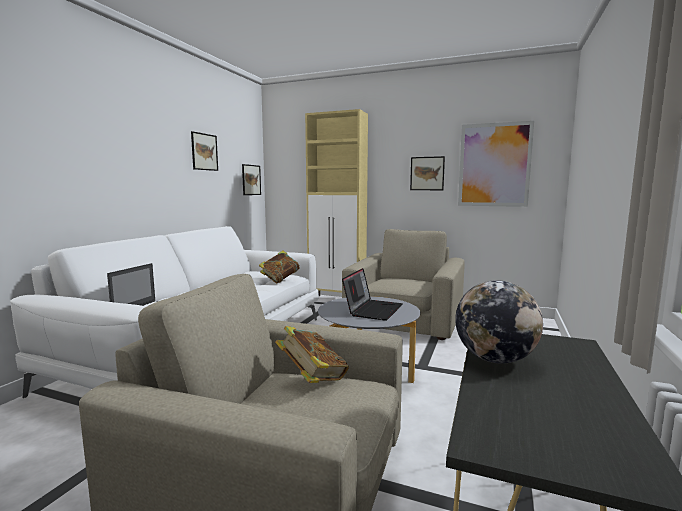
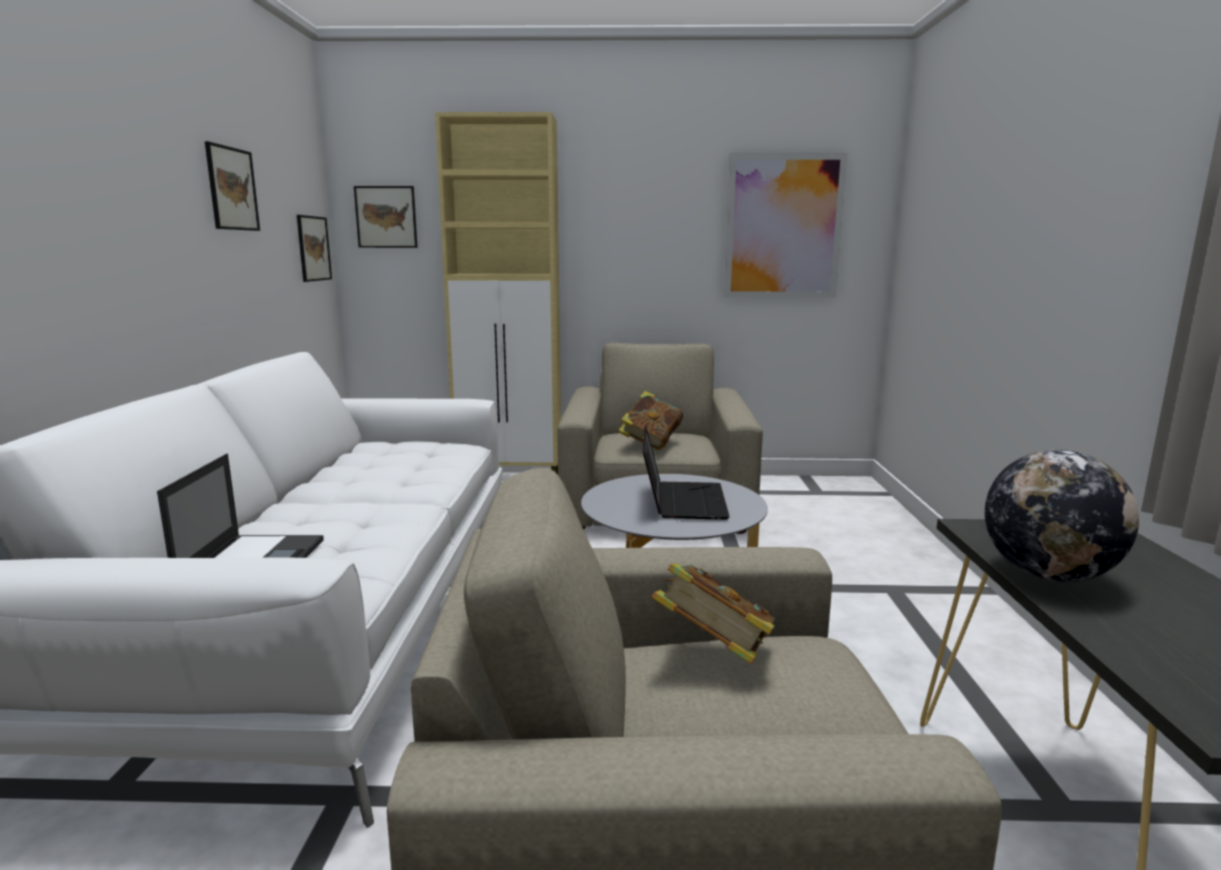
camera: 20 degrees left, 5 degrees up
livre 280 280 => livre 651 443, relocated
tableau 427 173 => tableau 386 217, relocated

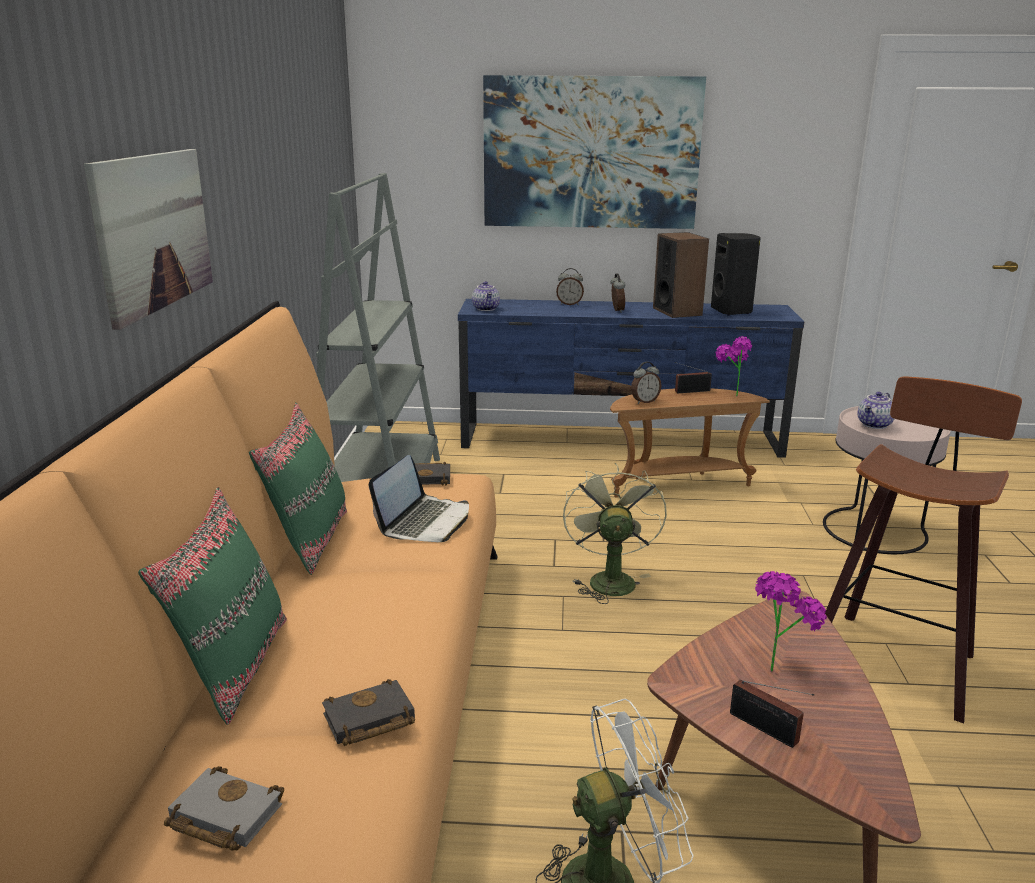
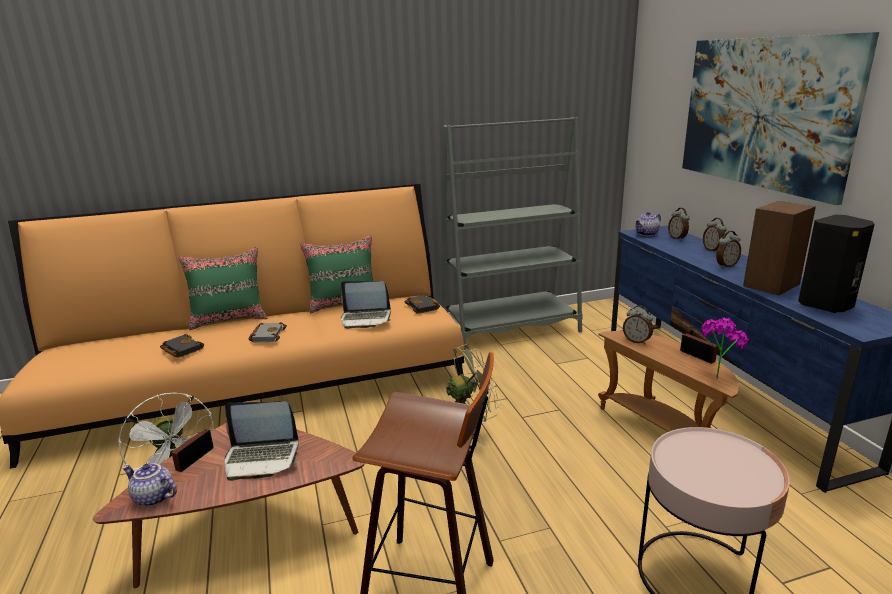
camera: 70 degrees right, 0 degrees up
tableau 154 231 => nothing
nothing => réveil 677 238
livre [gris] 221 816 => livre [gris] 267 335, relocated
théière 875 425 => théière 152 498, relocated
plante en pot 776 664 => ordinateur portable 262 458

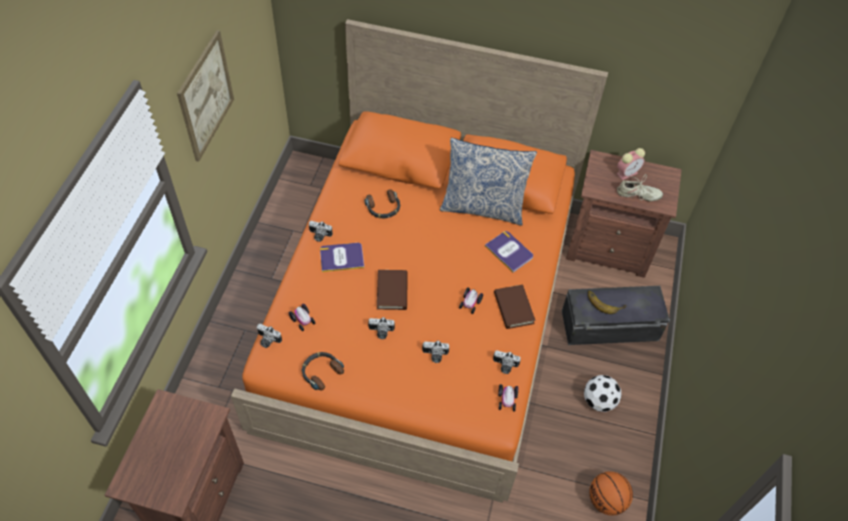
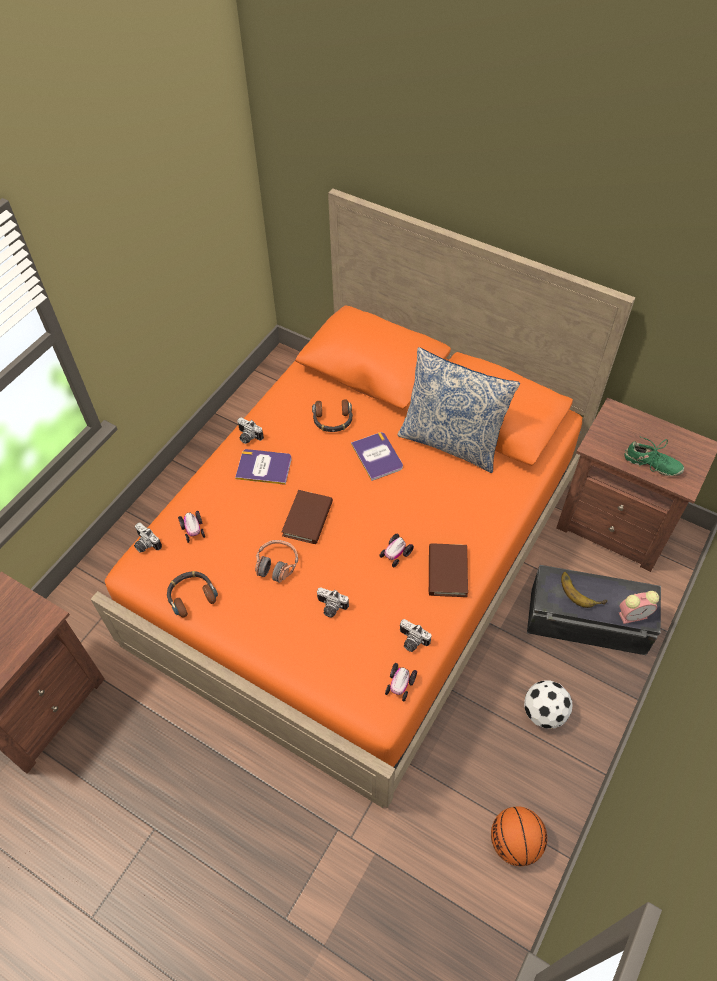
camera: 20 degrees right, 0 degrees up
tableau 206 96 => nothing
livre 509 251 => livre 377 456, relocated
réveil 627 173 => réveil 633 615, relocated
appareil photo 381 332 => casque audio 277 564
chaussure [beige] 638 195 => chaussure [vert] 651 464

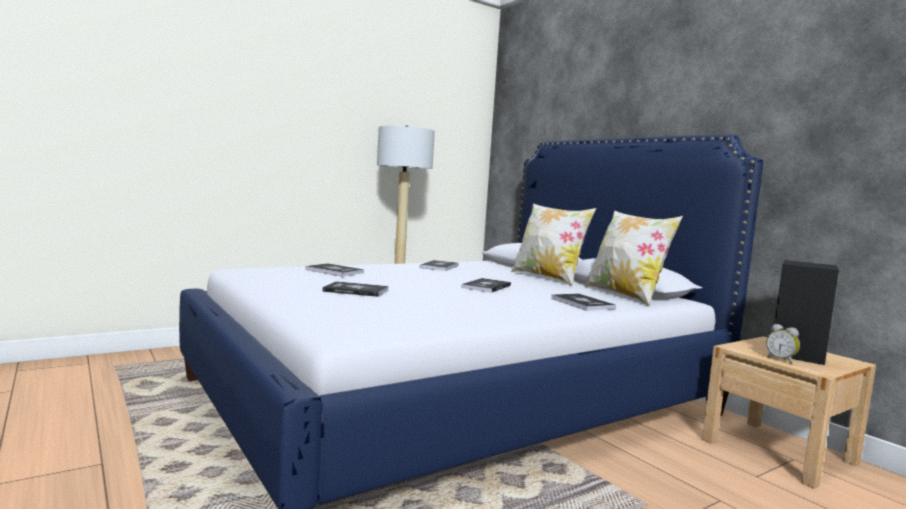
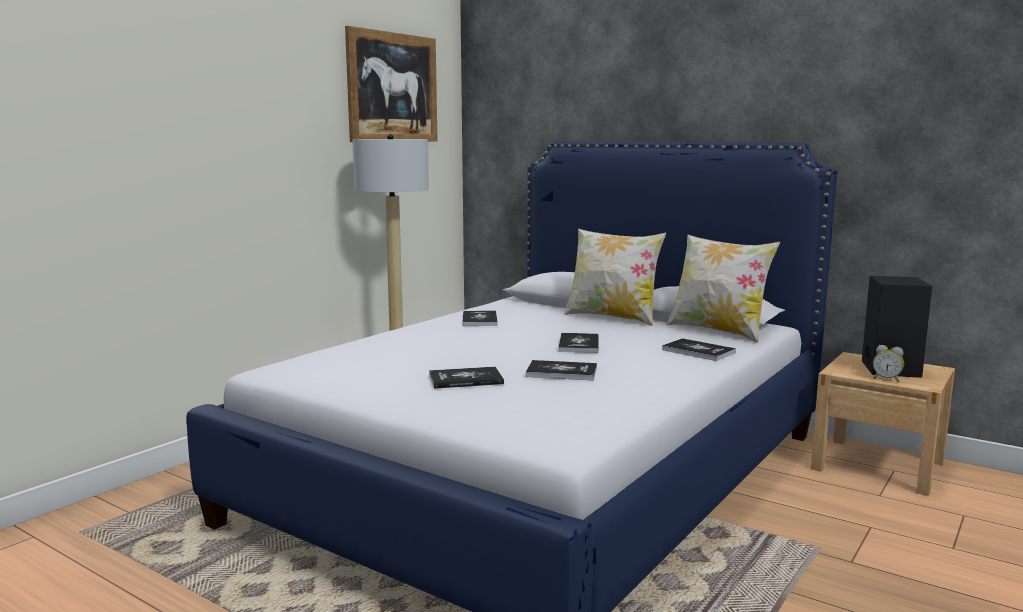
camera: 20 degrees left, 5 degrees up
nothing => tableau 393 88
livre 334 271 => livre 561 372, relocated

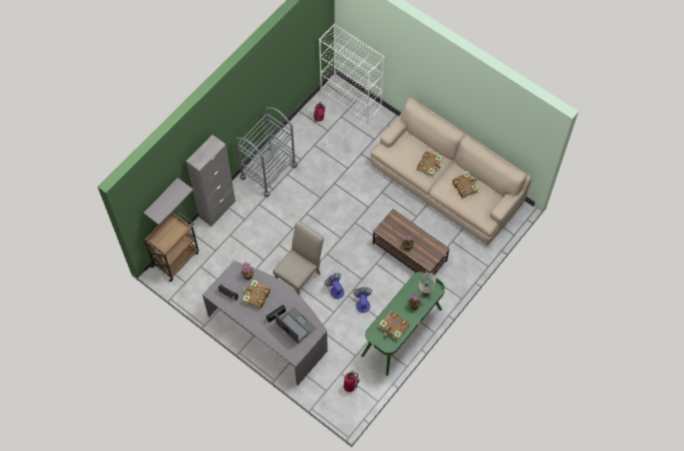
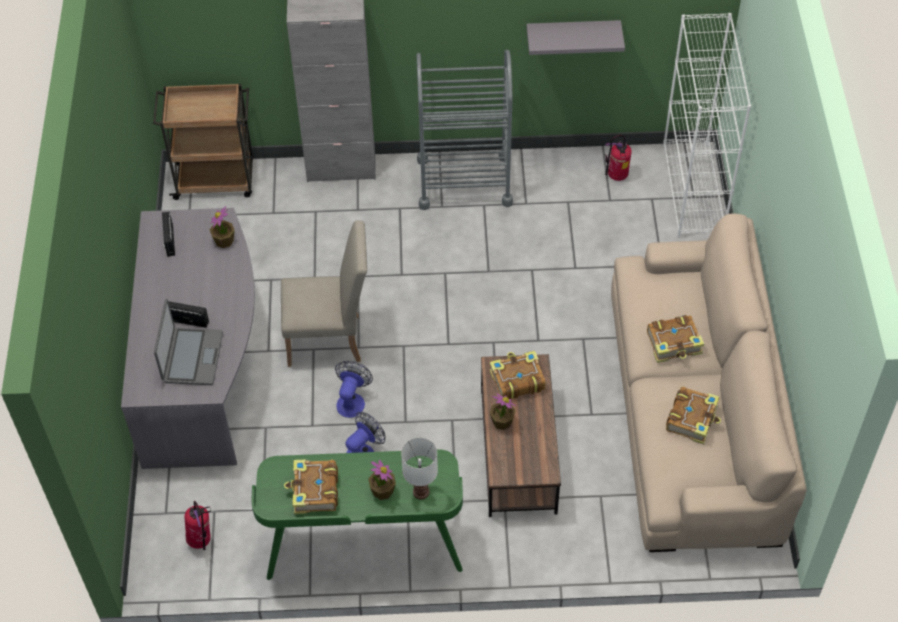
camera: 50 degrees right, 10 degrees down
étagère [gris] 161 199 => étagère [gris] 572 34, relocated
livre 256 296 => livre 516 380, relocated

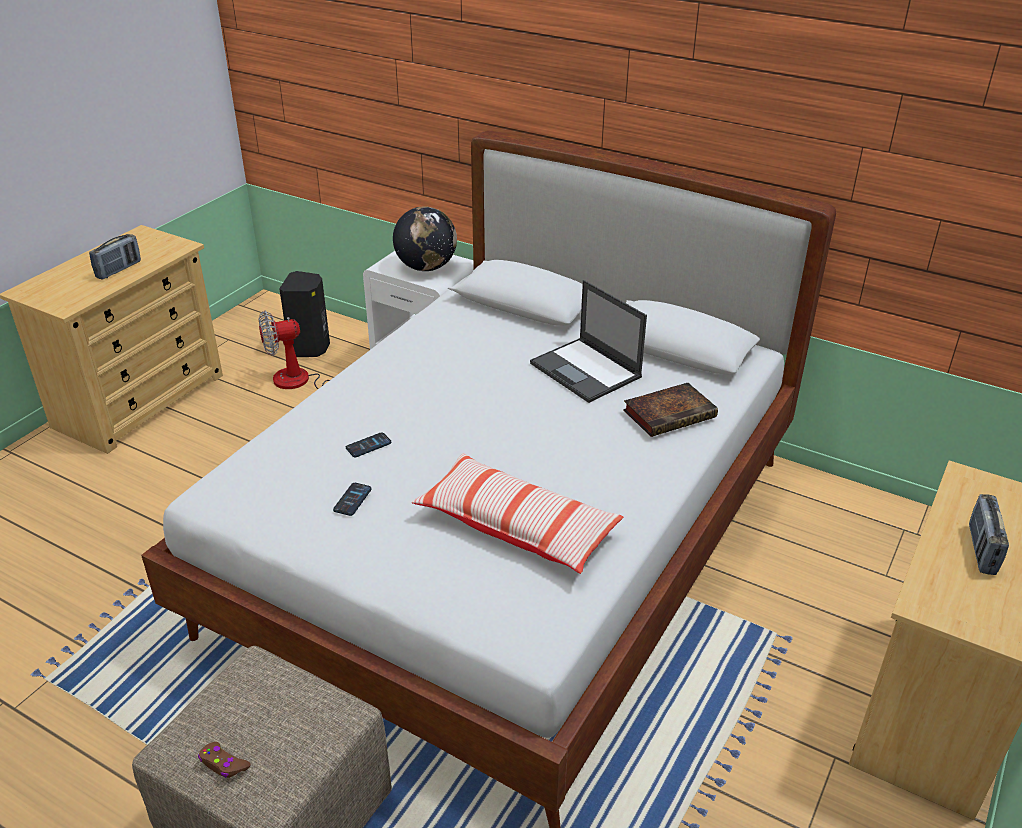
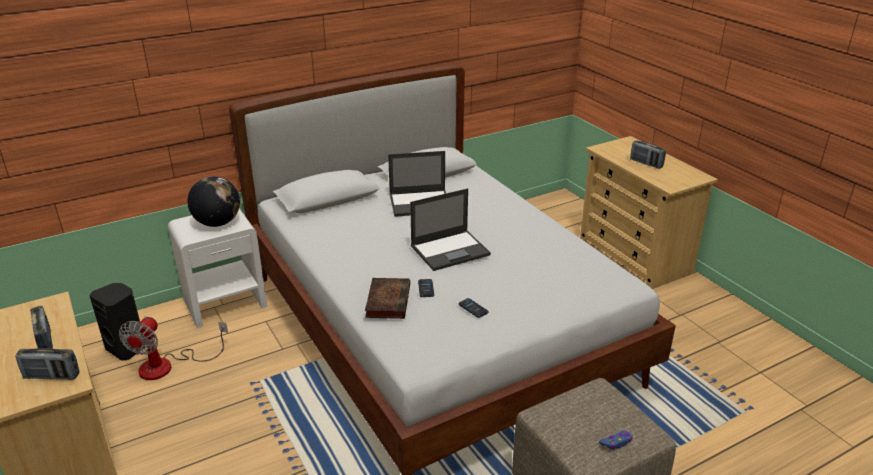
camera: 60 degrees left, 5 degrees down
coussin 517 526 => nothing
nothing => radio 52 376
nothing => ordinateur portable 451 250
livre 670 413 => livre 387 300, relocated
manette [marron] 223 764 => manette [bleu] 616 443

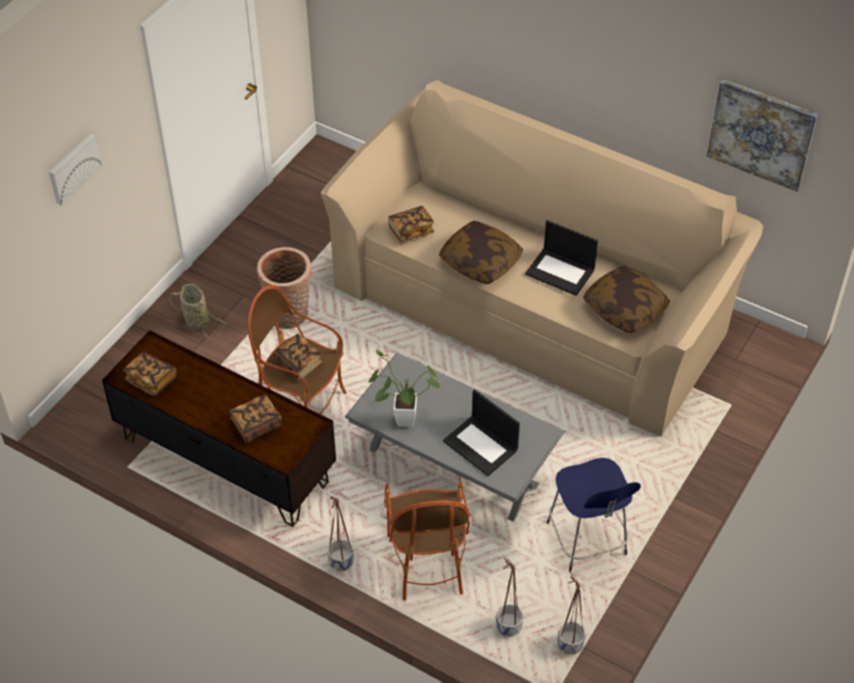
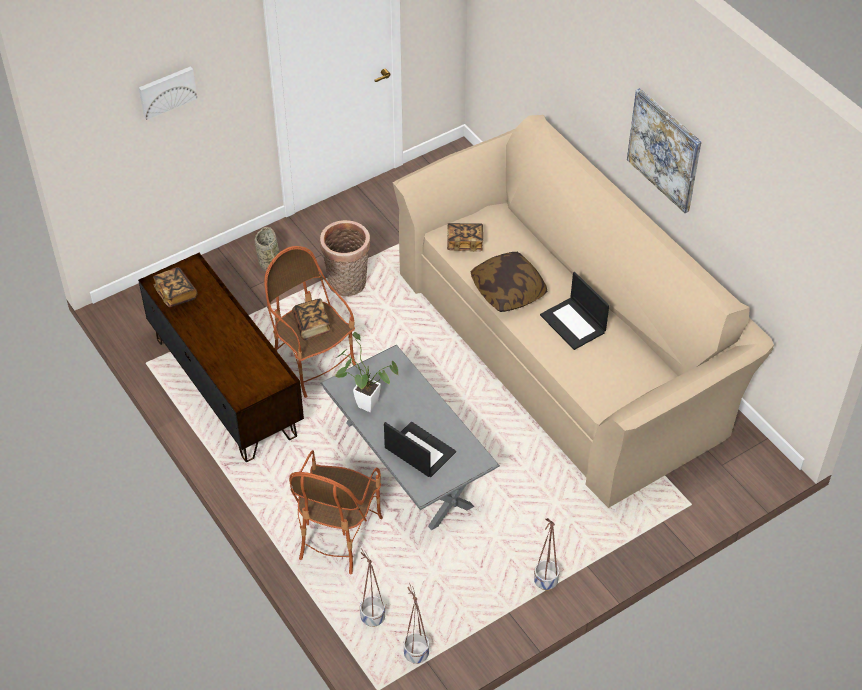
camera: 25 degrees right, 0 degrees up
livre 256 425 => nothing
tabouret [bleu] 587 541 => nothing
coussin 625 309 => nothing
cache-pot 341 563 => cache-pot 545 582, relocated
tableau 761 134 => tableau 664 150, relocated
ordinateur portable 481 445 => ordinateur portable 419 450, 150 degrees clockwise

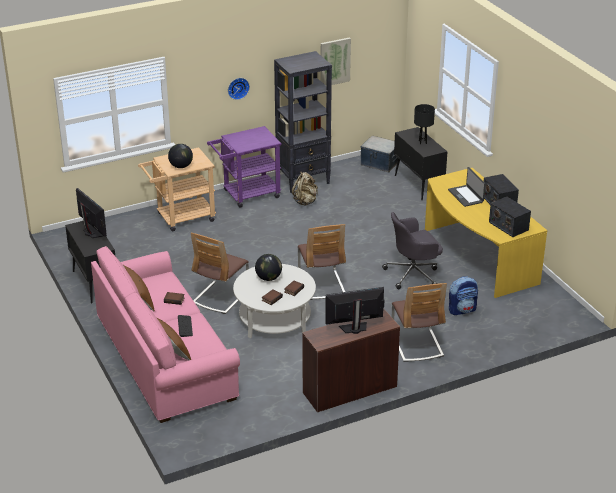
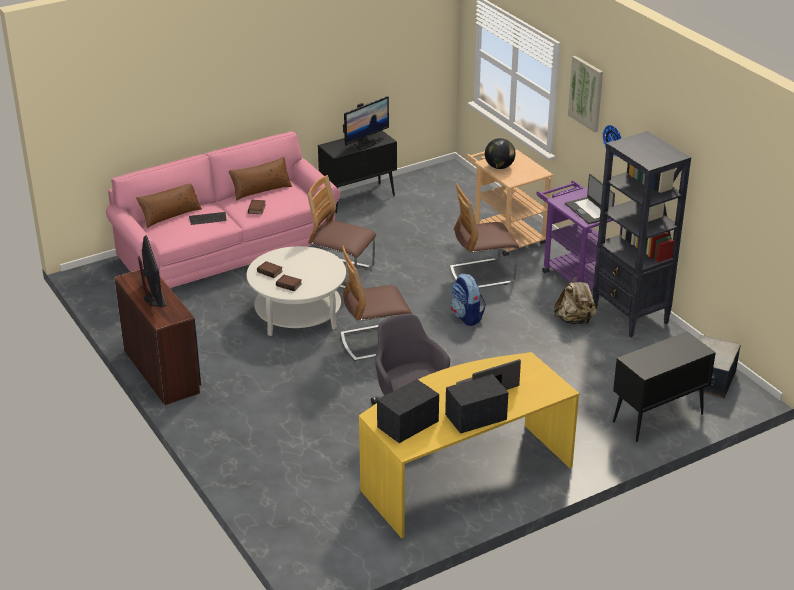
camera: 85 degrees right, 0 degrees up
globe 268 278 => nothing
lampe de table [noir] 422 142 => nothing
nothing => ordinateur portable 589 210
tableau 334 61 => tableau 586 93, relocated
chaise 417 345 => chaise 482 275, relocated
sac à dos 462 310 => sac à dos 467 317, relocated

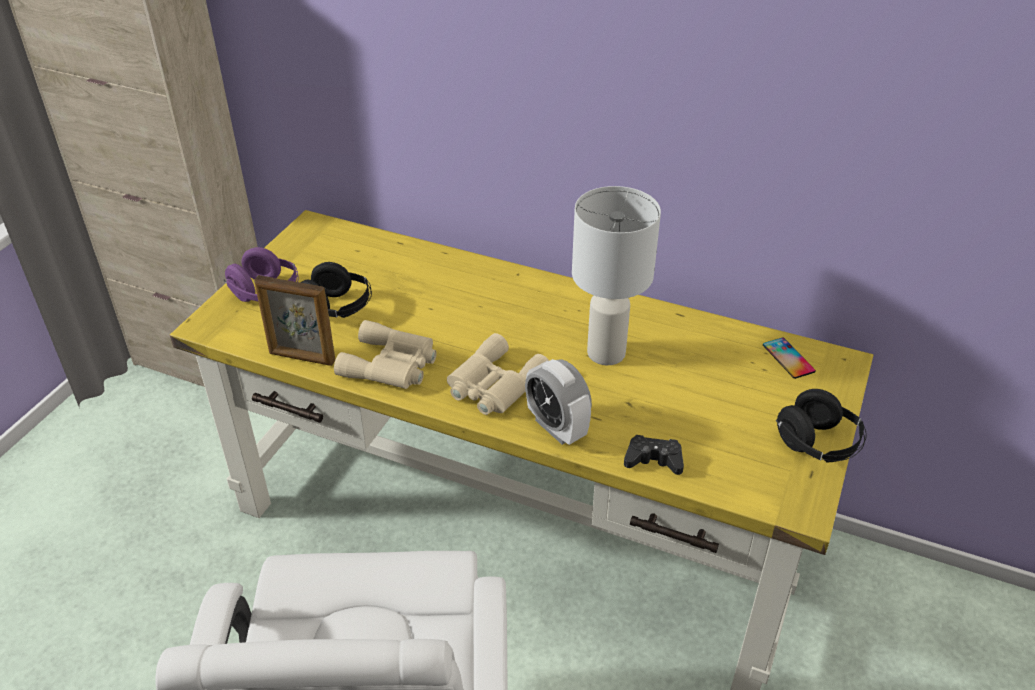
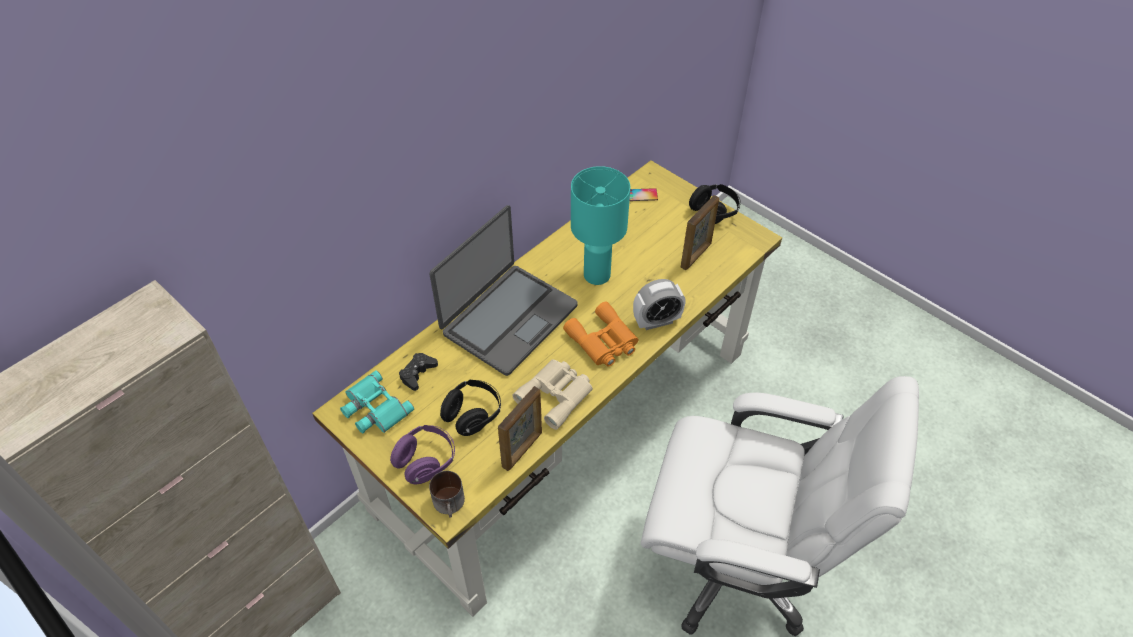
camera: 70 degrees left, 10 degrees up
nothing => jumelles [turquoise] 374 408
nothing => mug 450 504
nothing => ordinateur portable 508 319
nothing => cadre photo 696 255
manette [noir] 653 460 => manette [noir] 418 373, relocated
jumelles [beige] 494 385 => jumelles [orange] 603 341
lampe de table [blanc] 605 352 => lampe de table [turquoise] 596 275

